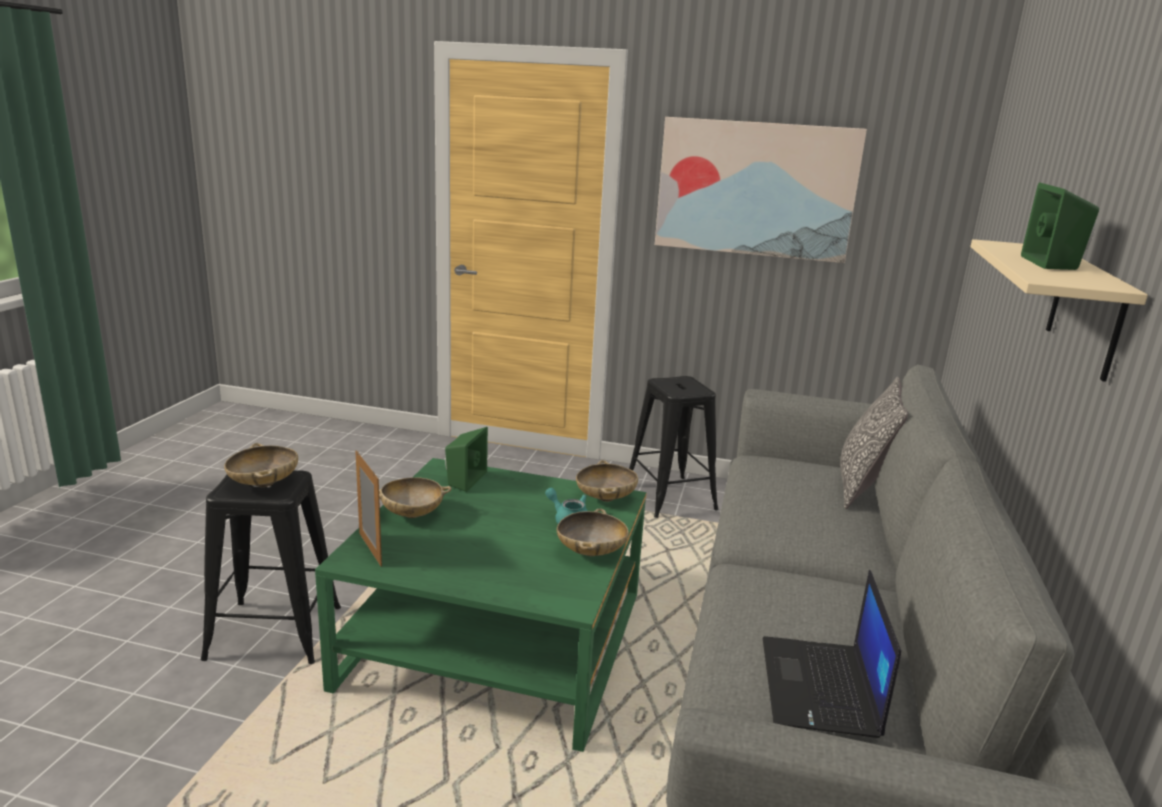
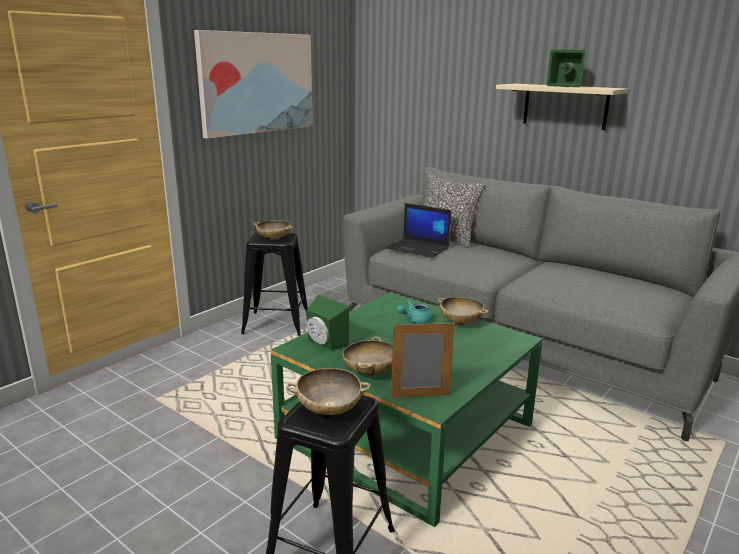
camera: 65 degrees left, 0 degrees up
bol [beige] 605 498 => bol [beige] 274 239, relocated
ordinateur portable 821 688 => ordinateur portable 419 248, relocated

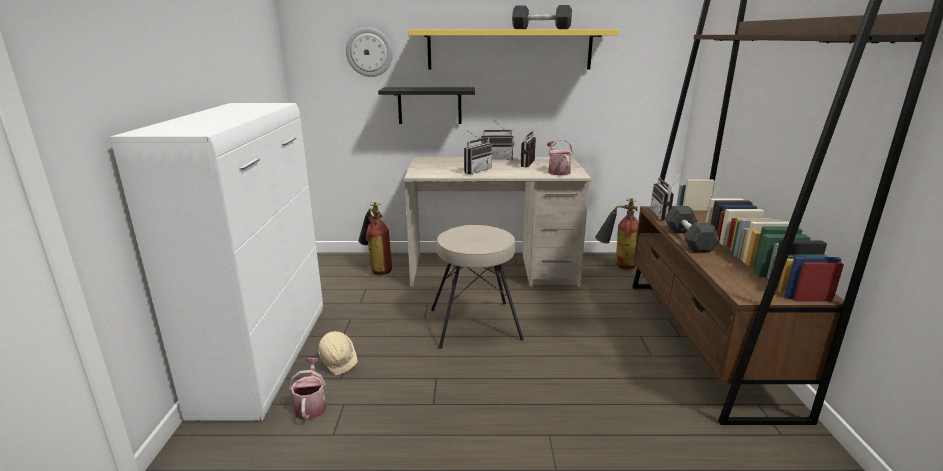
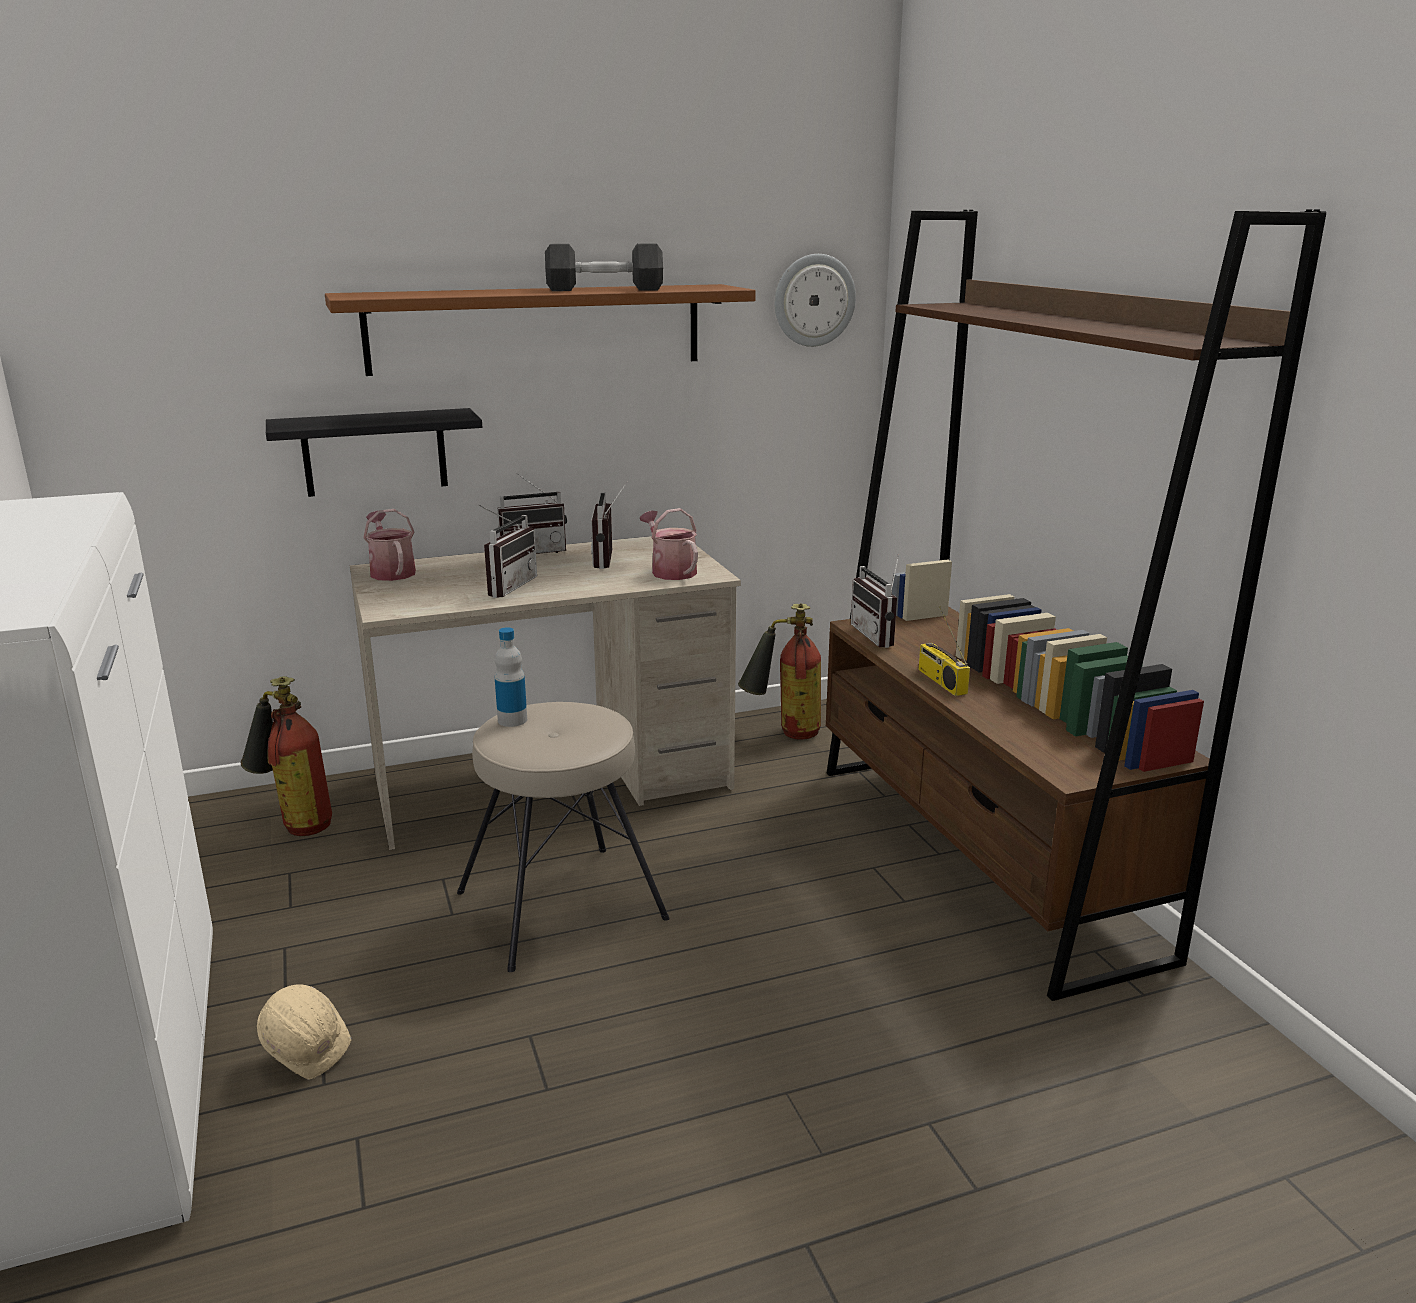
camera: 20 degrees left, 0 degrees up
nothing => bouteille 512 720
arrosoir 311 405 => arrosoir 391 571, relocated
horloge murale 369 52 => horloge murale 814 300, relocated
haltère [gris] 688 240 => radio 940 681
étagère [jaune] 509 49 => étagère [marron] 536 328

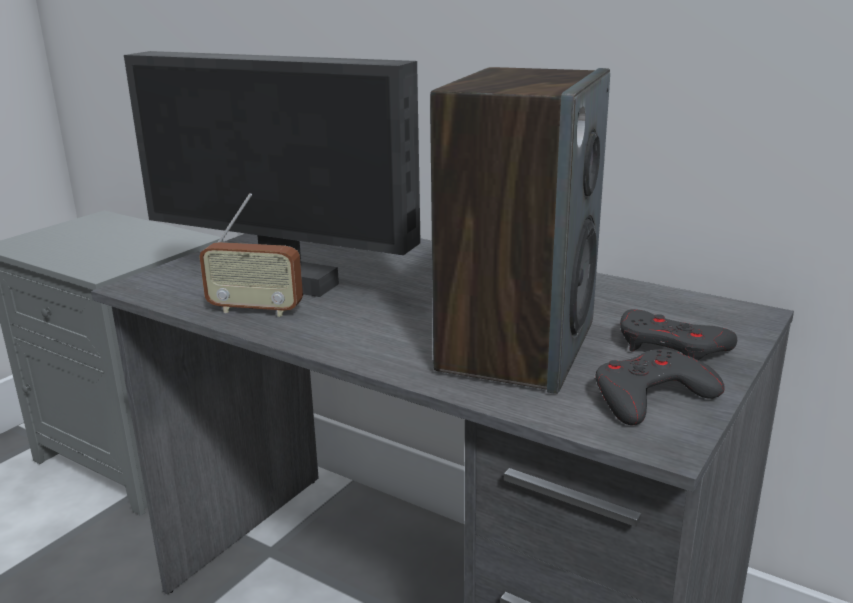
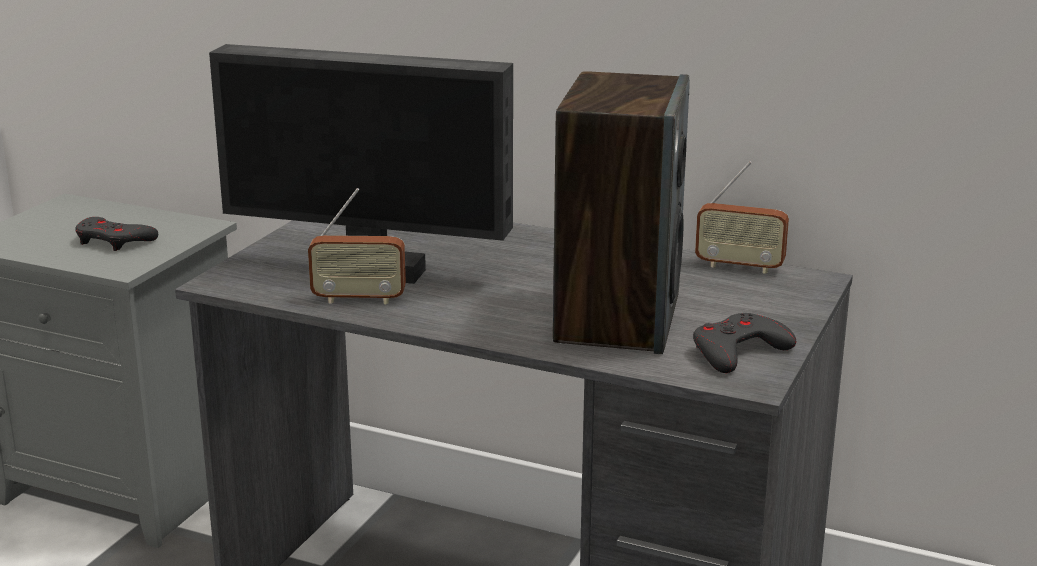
camera: 10 degrees left, 0 degrees up
nothing => radio 739 266
manette [gris] 671 346 => manette [gris] 114 241, relocated

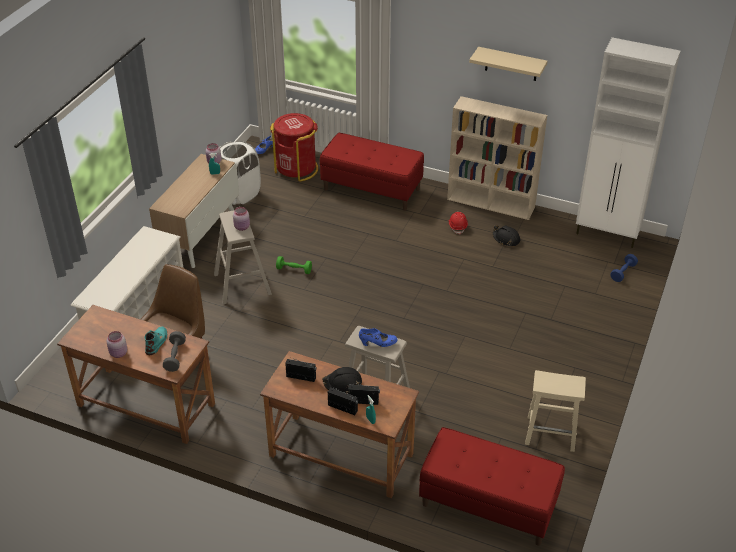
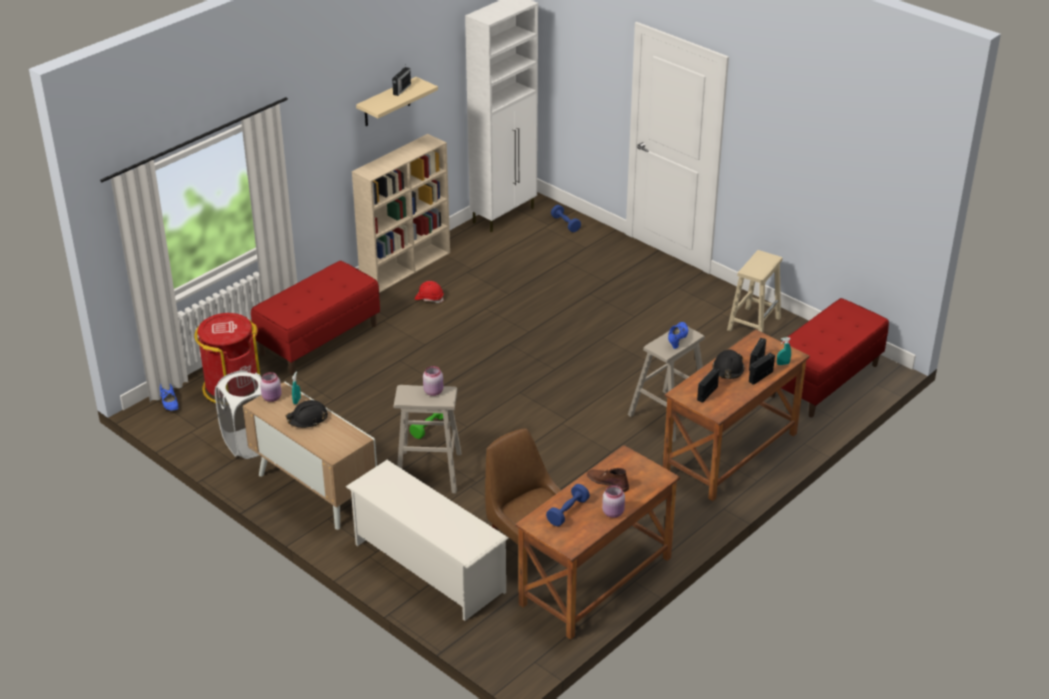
camera: 70 degrees left, 5 degrees down
haltère [gris] 175 357 => nothing
nothing => radio 401 89
nothing => haltère [bleu] 567 512
casque de chantier [noir] 506 239 => casque de chantier [noir] 307 419, relocated
botte [turquoise] 156 342 => botte [marron] 607 482

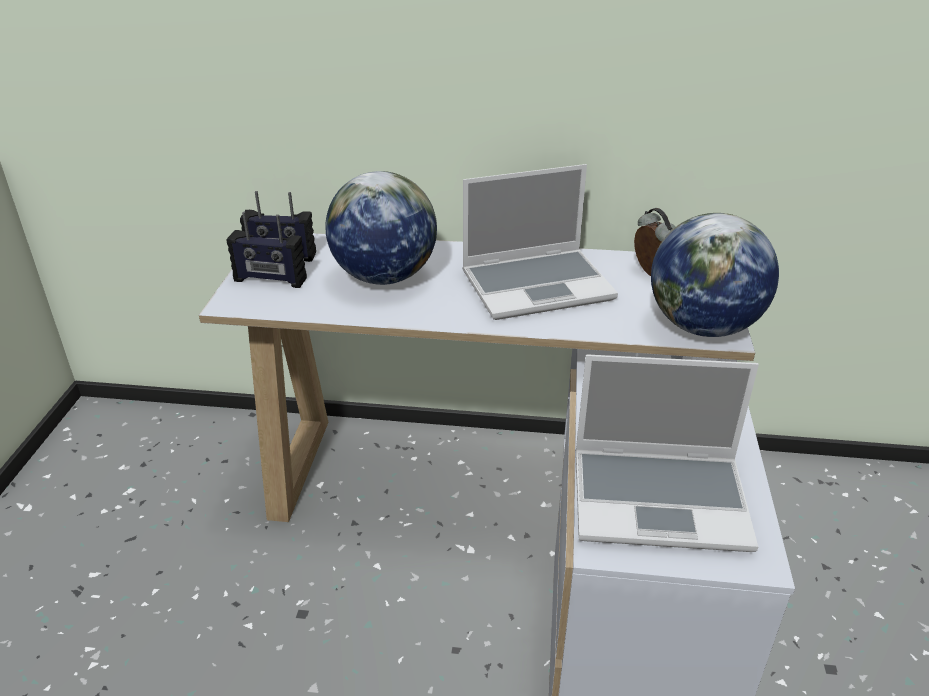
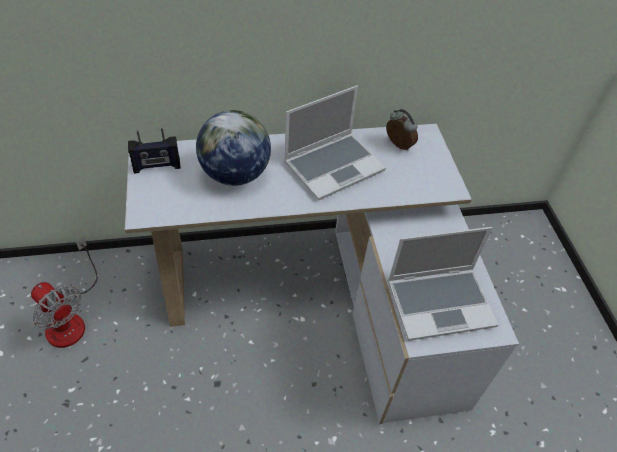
camera: 20 degrees left, 15 degrees up
radio 270 280 => nothing
globe 702 327 => nothing
nothing => ventilateur 70 318

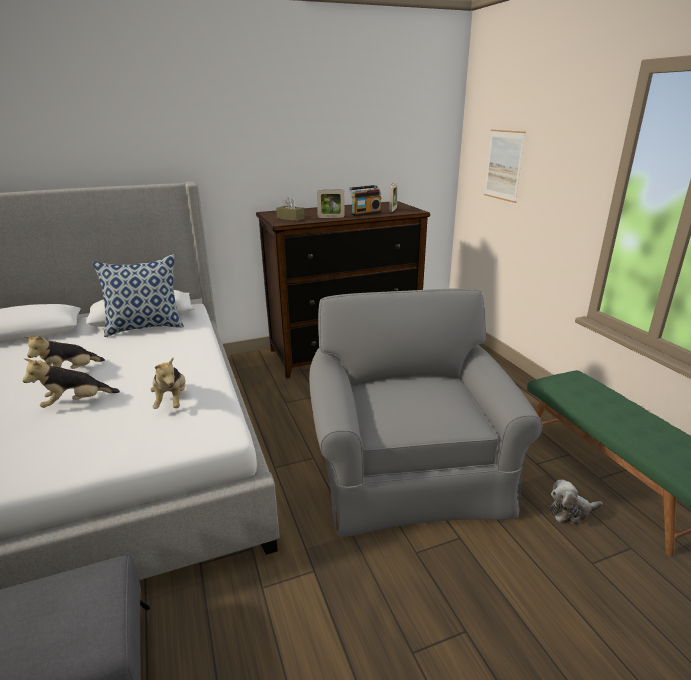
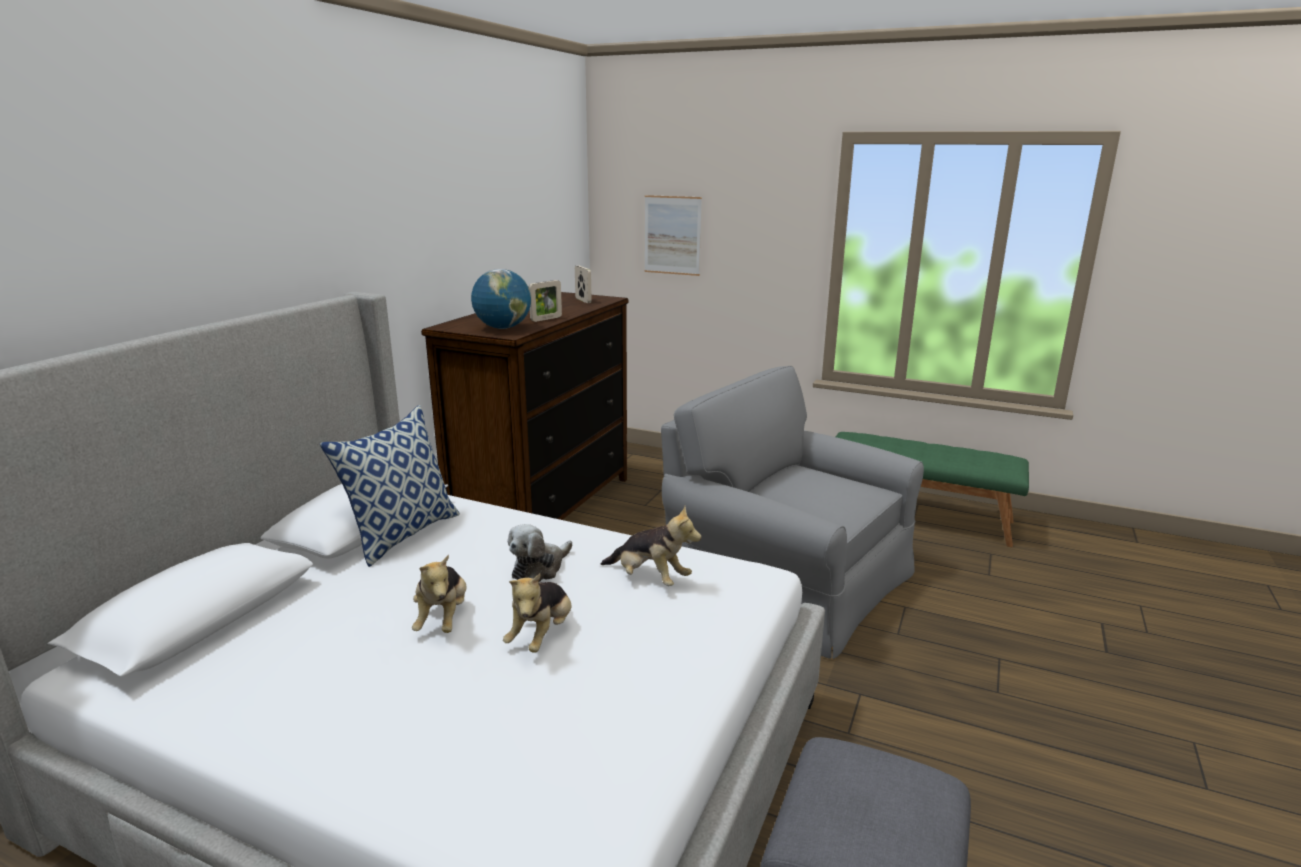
camera: 45 degrees left, 5 degrees down
radio 365 213 => nothing
peluche 570 512 => peluche 539 568, relocated
boîte à mouchoirs [marron] 290 218 => globe 503 328

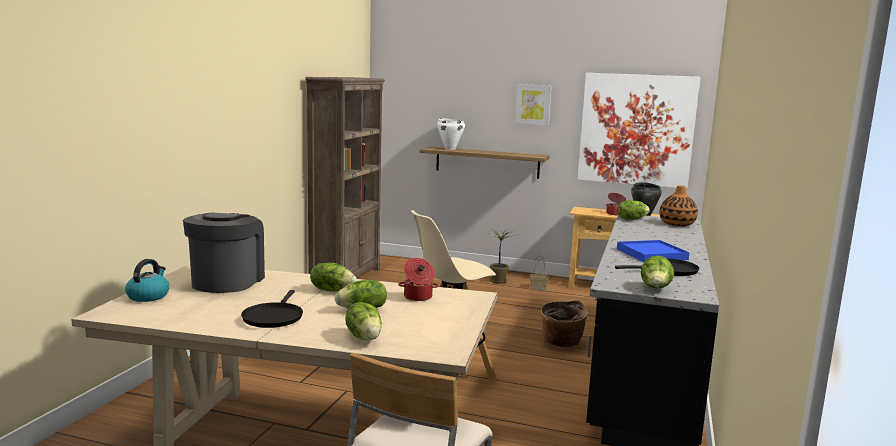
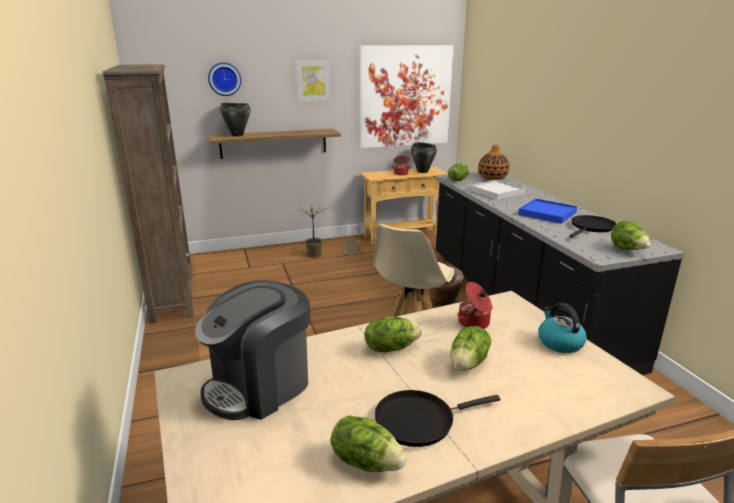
camera: 35 degrees left, 10 degrees up
nothing => horloge murale 224 79
nothing => plateau [blanc] 496 192
bouilloire 148 296 => bouilloire 559 342, relocated
laitue 365 337 => laitue 366 461, relocated
marmite [blanc] 450 149 => marmite [noir] 237 135
machine à café 226 281 => machine à café 259 386, 105 degrees counterclockwise
poêle [noir] 273 317 => poêle [noir] 419 420, 105 degrees clockwise

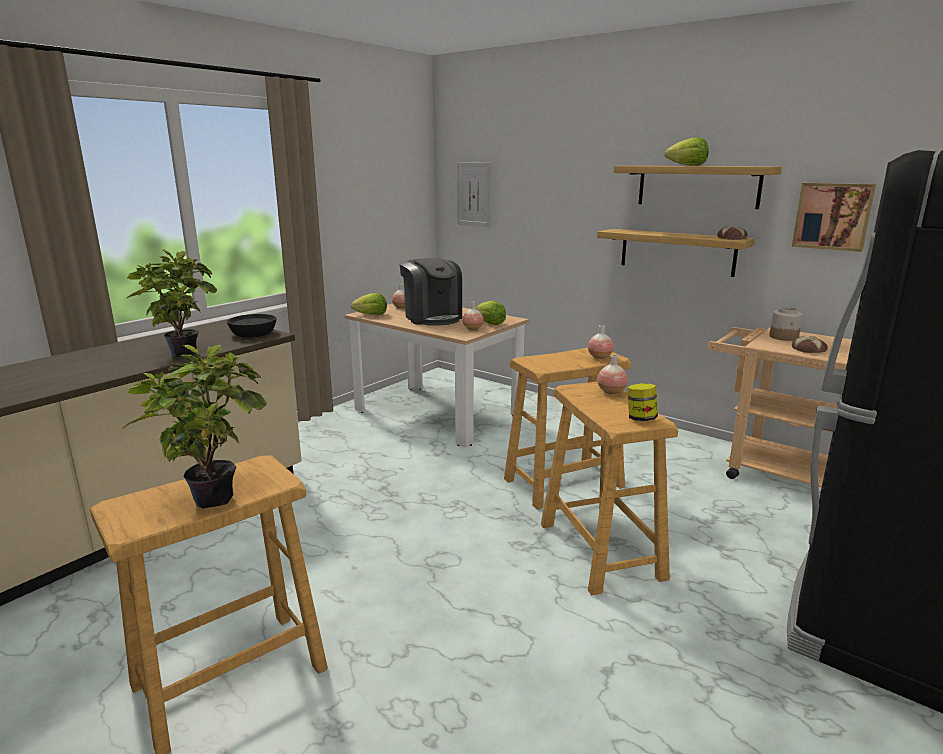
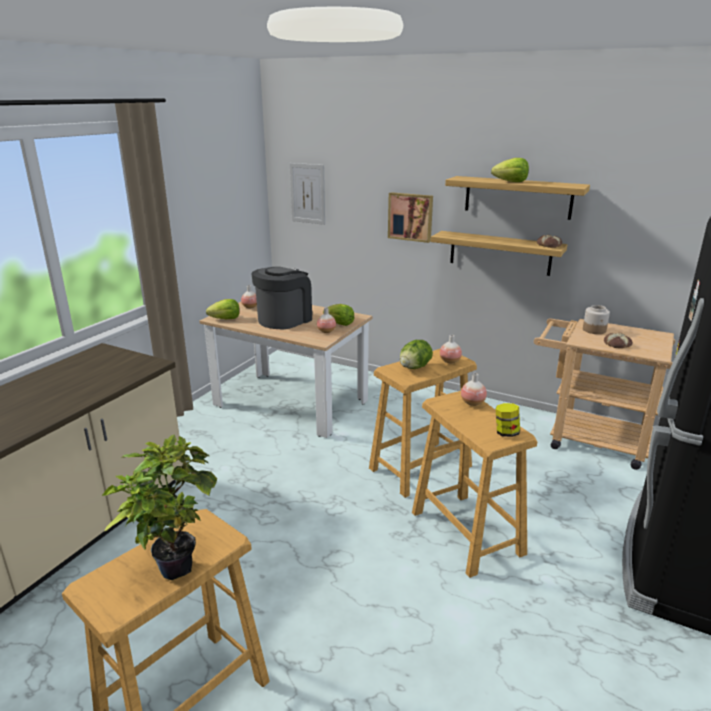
camera: 10 degrees left, 5 degrees up
plante en pot 183 353 => nothing
bol [noir] 253 333 => nothing
nothing => laitue 414 367
tableau 832 216 => tableau 410 216, relocated
machine à café 432 318 => machine à café 284 319, 105 degrees counterclockwise

